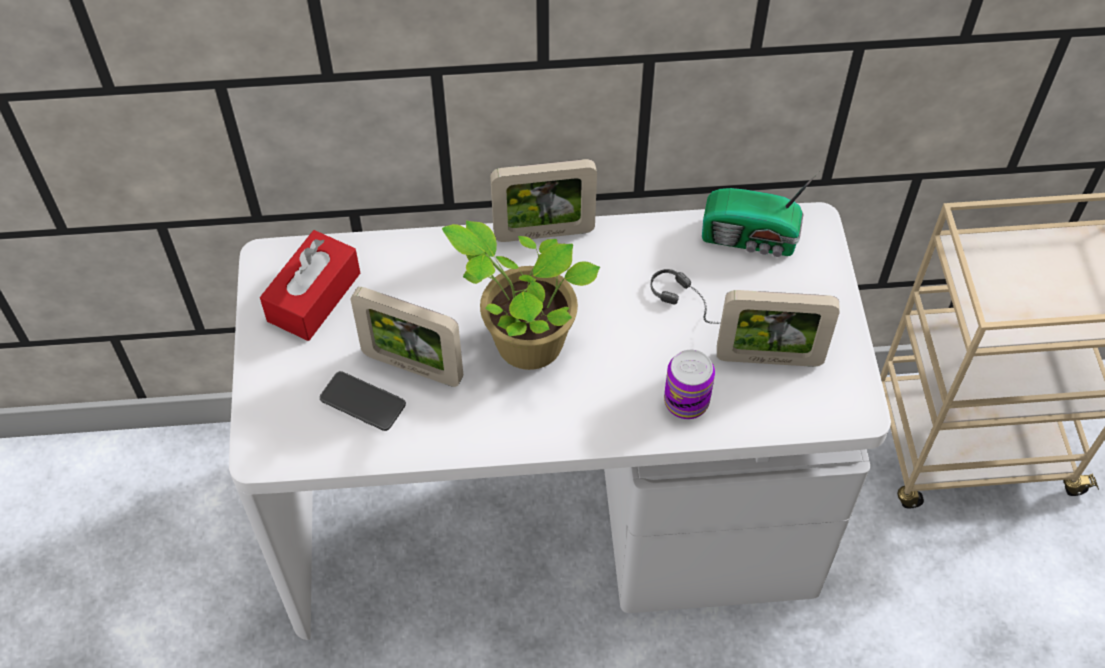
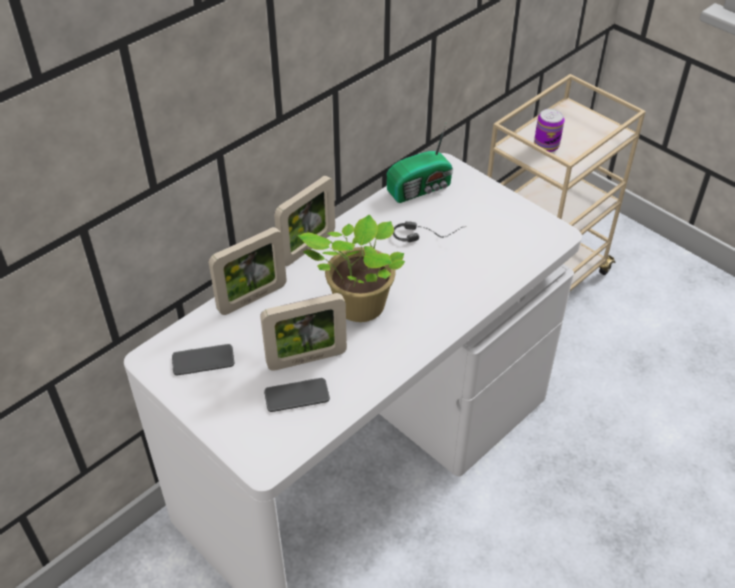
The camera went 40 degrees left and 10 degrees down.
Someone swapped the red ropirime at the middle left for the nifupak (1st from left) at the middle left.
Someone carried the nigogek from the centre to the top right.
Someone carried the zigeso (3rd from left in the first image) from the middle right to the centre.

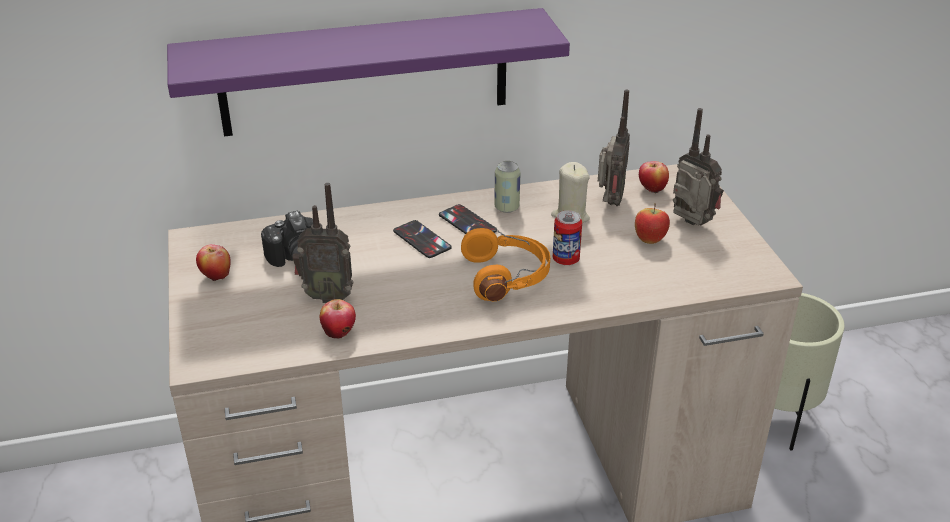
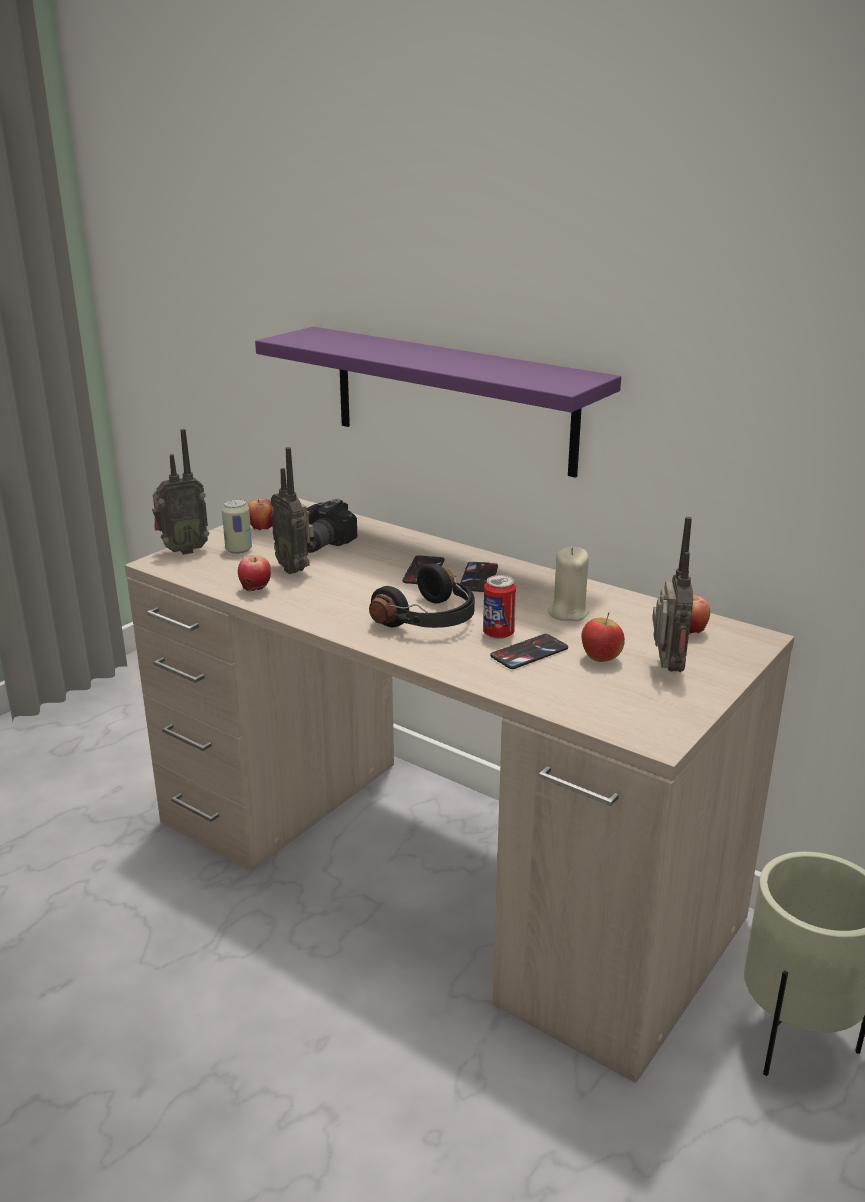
The camera went 50 degrees right and 10 degrees down.
Someone repainted the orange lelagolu at the centre, which became the black lelagolu at the centre.
Someone carried the nigogek (1st from left) from the centre to the middle left.
Someone carried the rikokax (2nd from left in the first image) from the top centre to the middle left.
Someone put down the nifupak (3rd from left) at the centre.

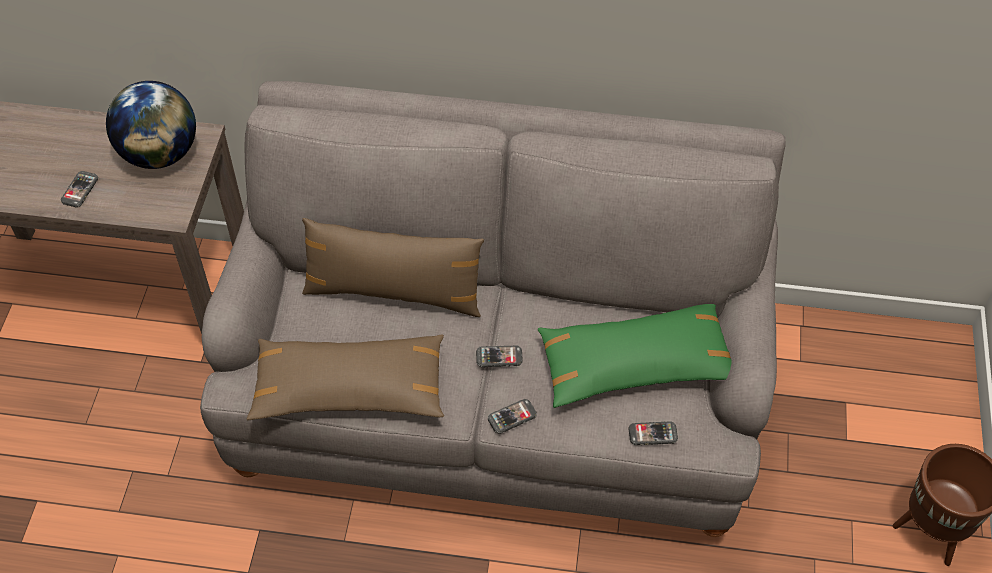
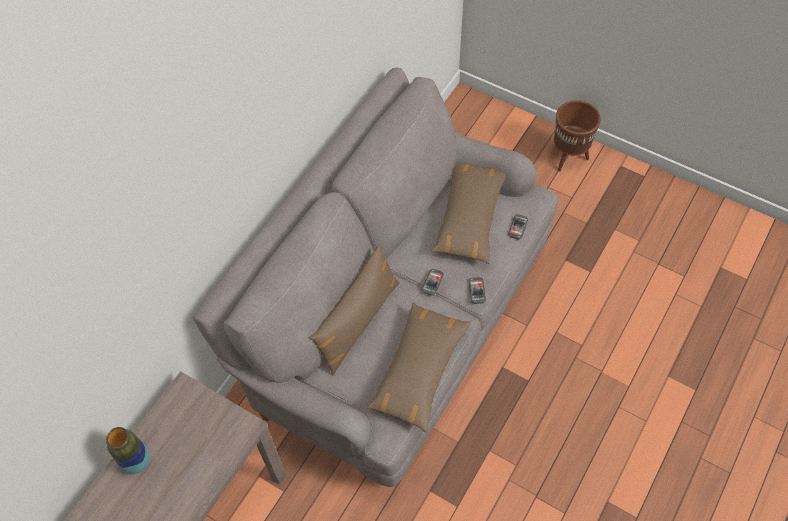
The camera went 65 degrees left and 5 degrees up.
Someone took away the nifupak (1st from left) at the top left.
Someone took away the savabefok at the top left.
Someone repainted the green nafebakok at the centre, which became the brown nafebakok (3rd from left) at the centre.
Someone put down the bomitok at the bottom left.

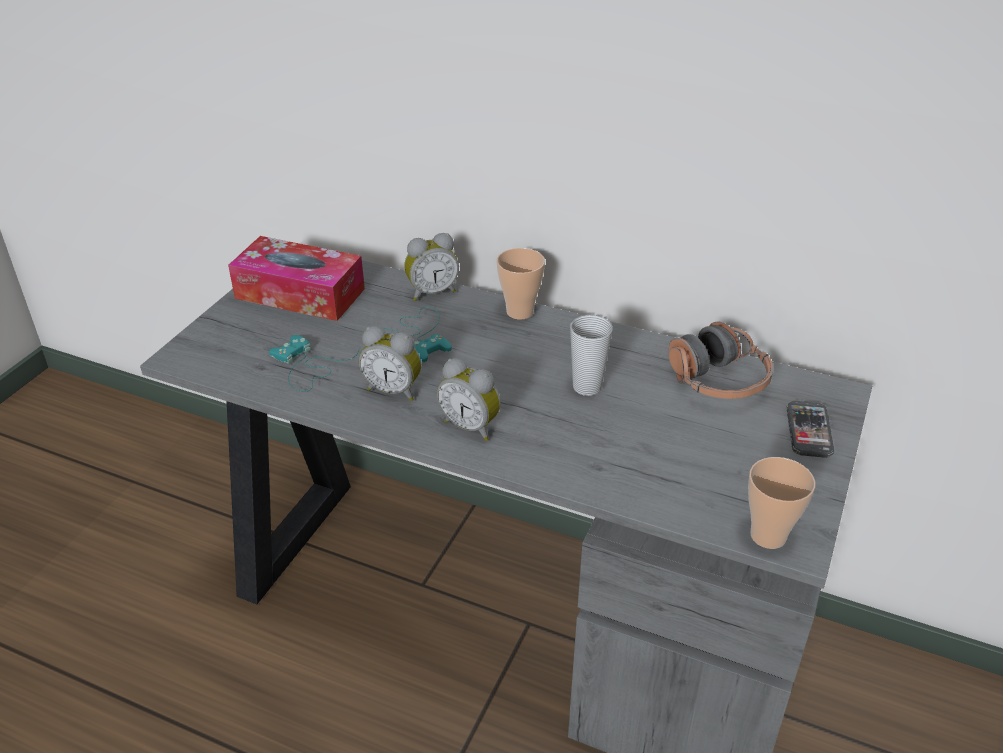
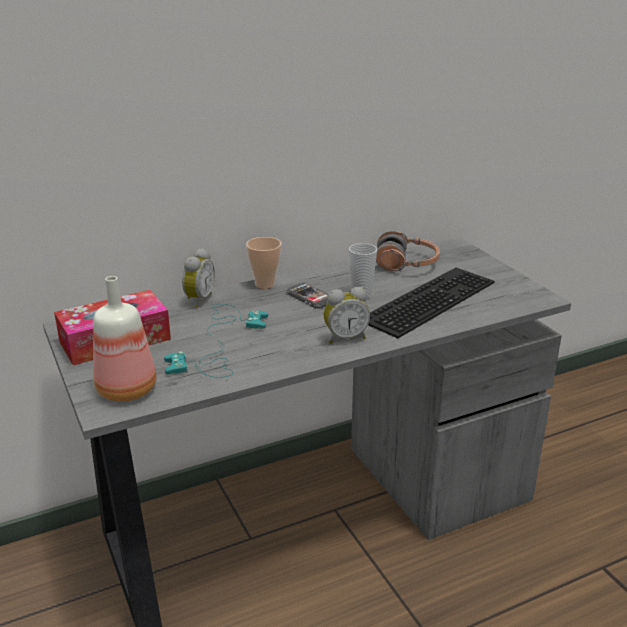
The camera went 50 degrees left and 10 degrees down.
Someone took away the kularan (1st from left) at the centre.
Someone took away the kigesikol (3rd from left) at the bottom right.
Someone carried the nifupak from the middle right to the centre.
Someone put down the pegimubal at the middle left.
Someone put down the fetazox at the middle right.

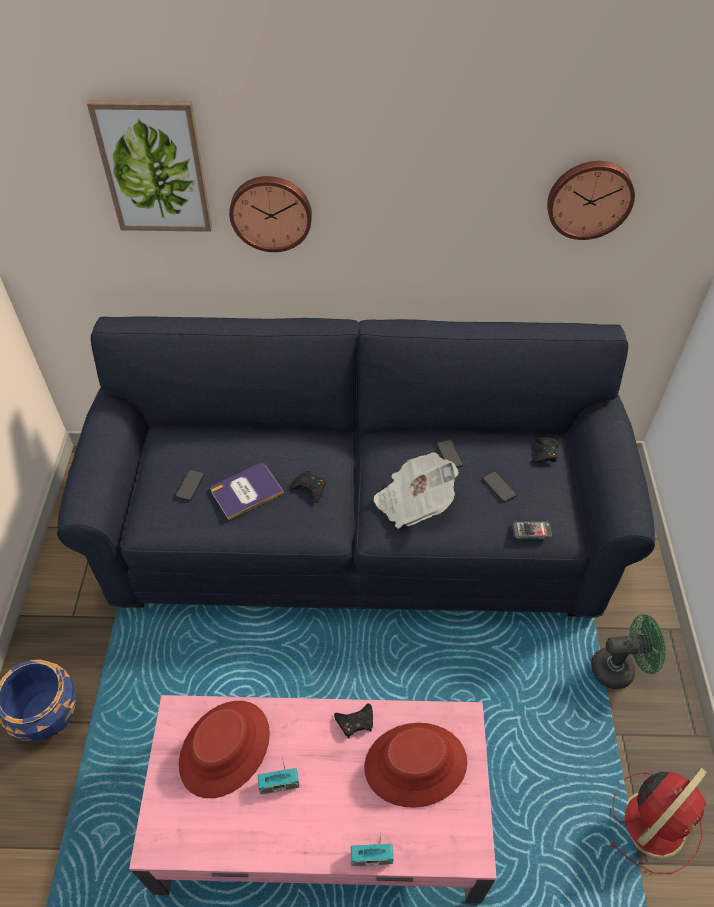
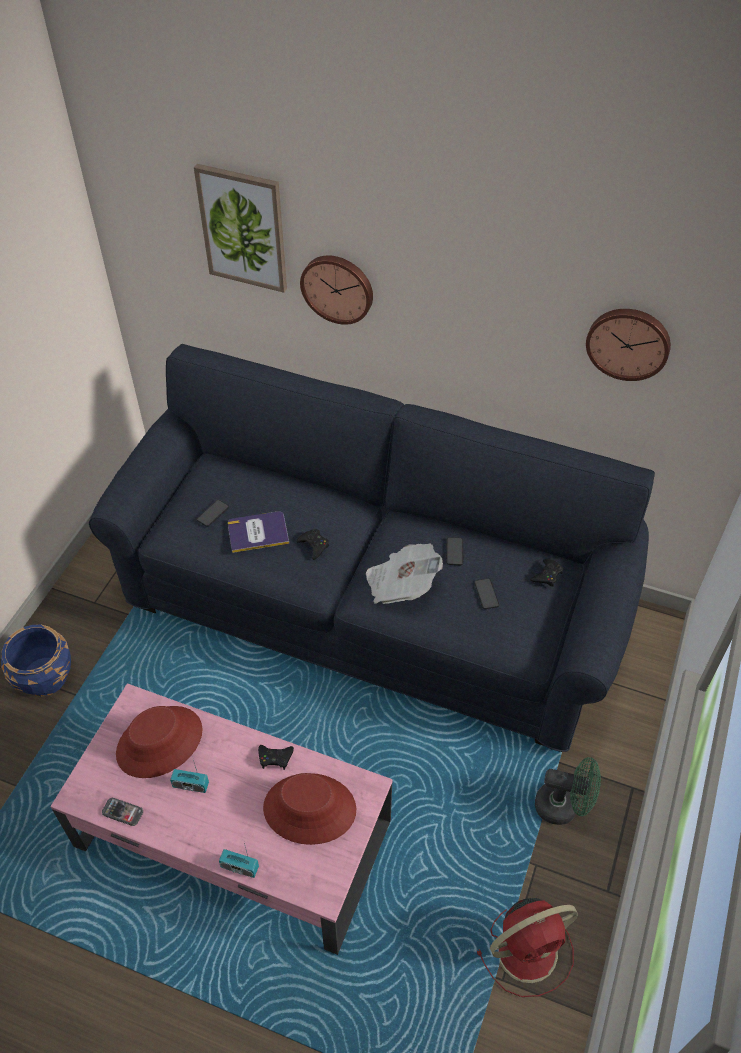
The camera went 20 degrees right and 0 degrees up.
Someone carried the nifupak (4th from left in the first image) from the middle right to the bottom left.

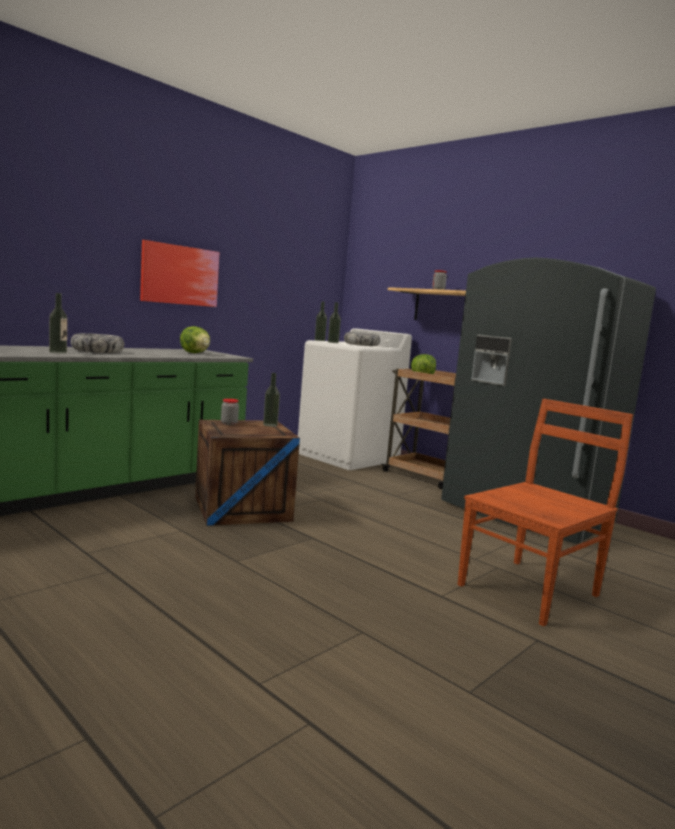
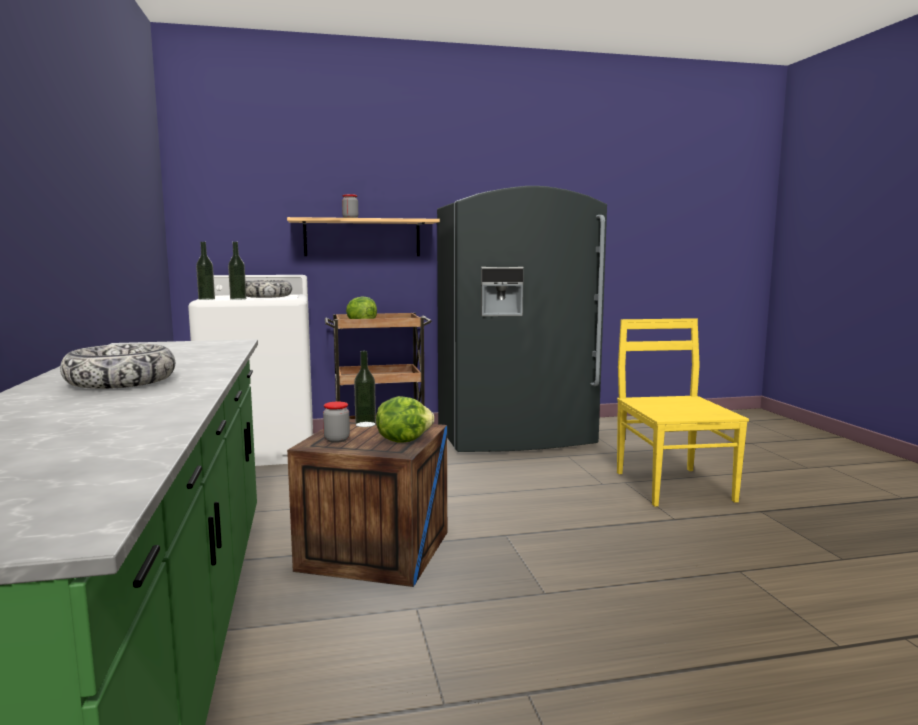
The camera went 55 degrees left and 0 degrees up.
Someone took away the pegimubal (1st from left) at the middle left.
Someone took away the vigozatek at the top left.
Someone carried the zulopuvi (1st from left in the first image) from the middle left to the centre.
Someone repainted the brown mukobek at the middle right, which became the yellow mukobek at the middle right.

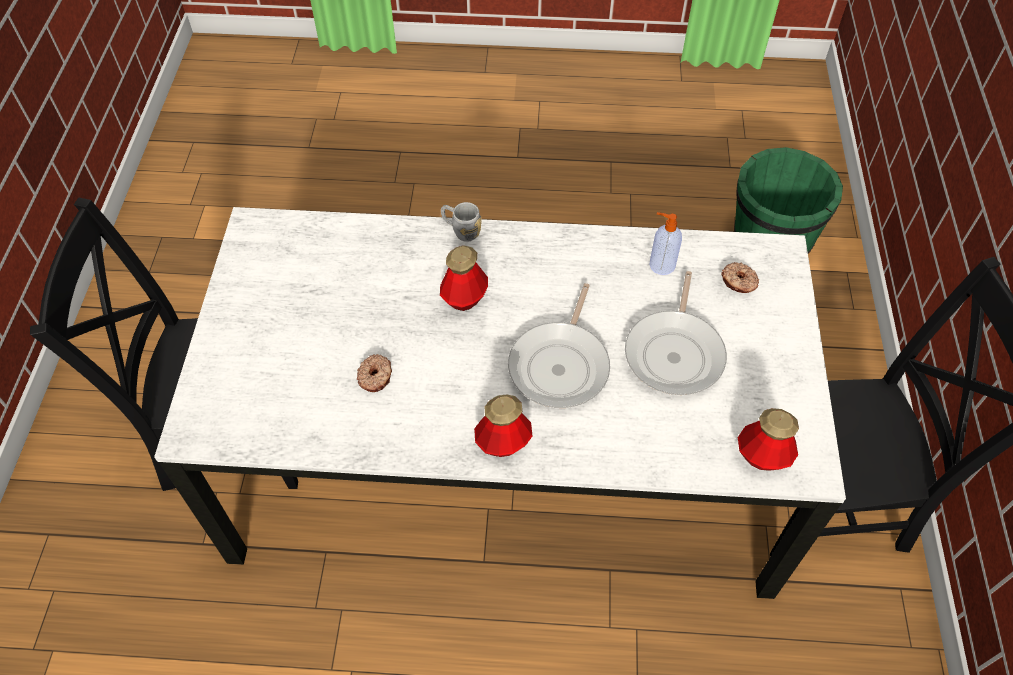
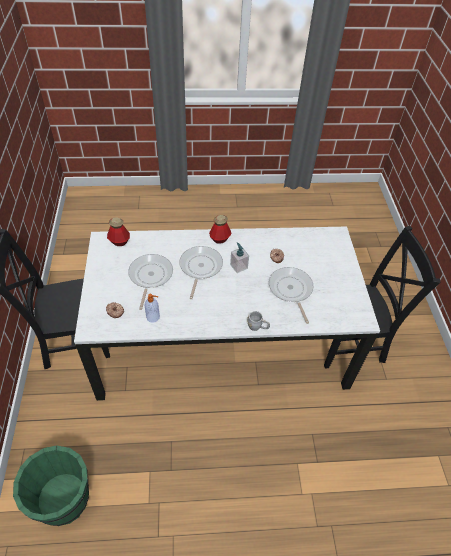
The camera went 170 degrees right and 5 degrees down.
Someone took away the pegimubal (1st from left) at the centre.
Someone put down the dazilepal (2nd from left) at the centre.
Someone put down the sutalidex (3rd from left) at the centre.

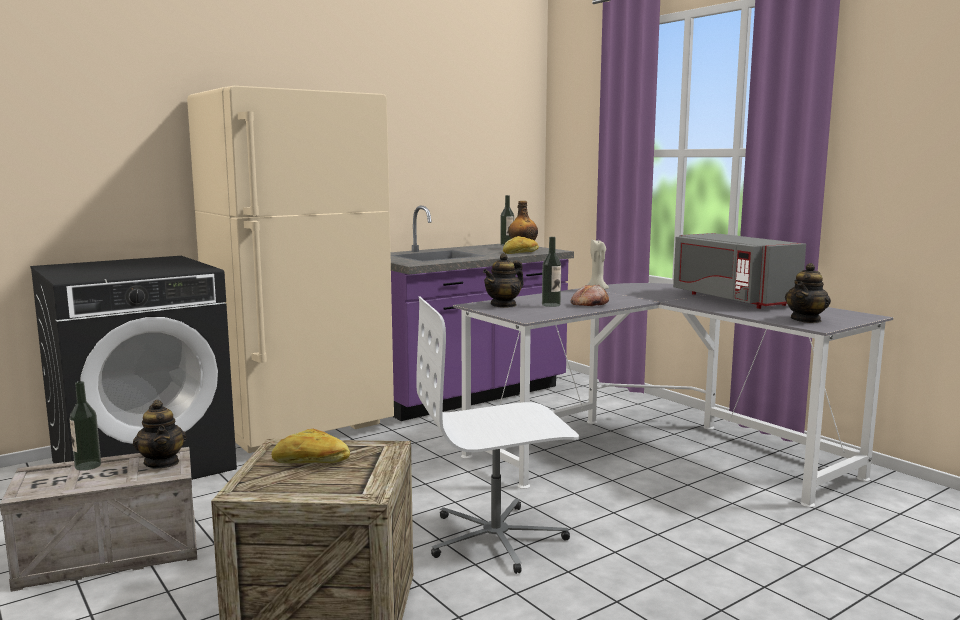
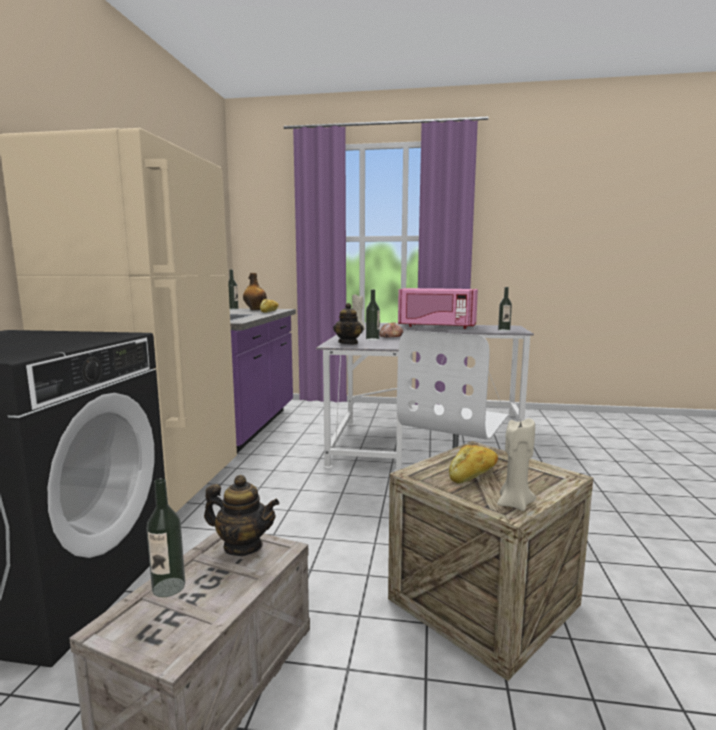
The camera went 45 degrees left and 0 degrees up.
Someone repainted the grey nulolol at the middle right, which became the pink nulolol at the centre.
Someone swapped the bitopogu (3rd from left) at the middle right for the pegimubal (5th from left) at the middle right.
Someone put down the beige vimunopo (2nd from left) at the middle right.

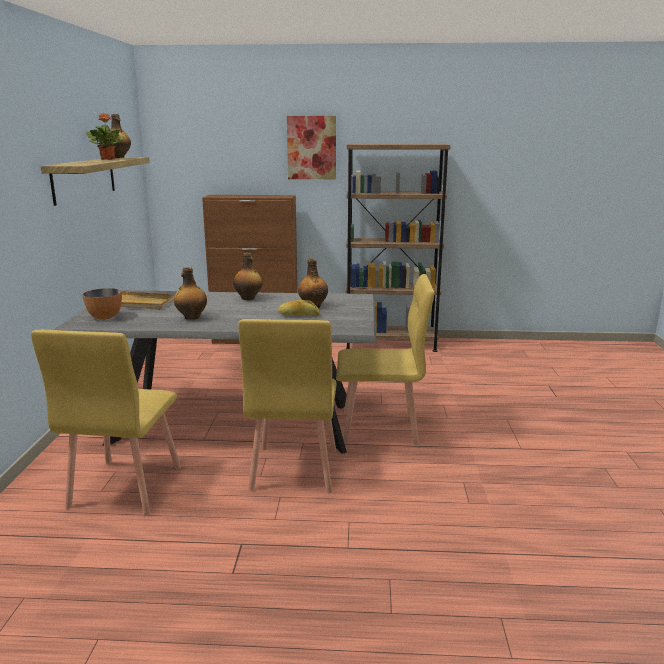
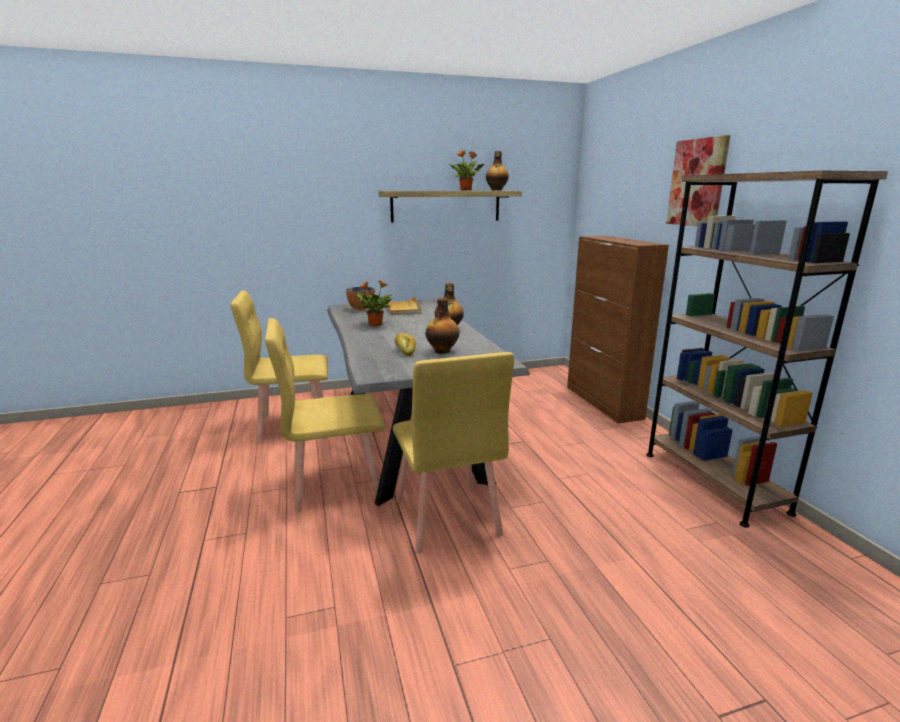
The camera went 70 degrees right and 0 degrees up.
Someone swapped the pegimubal (2nd from left) at the middle left for the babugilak (1st from left) at the centre.

